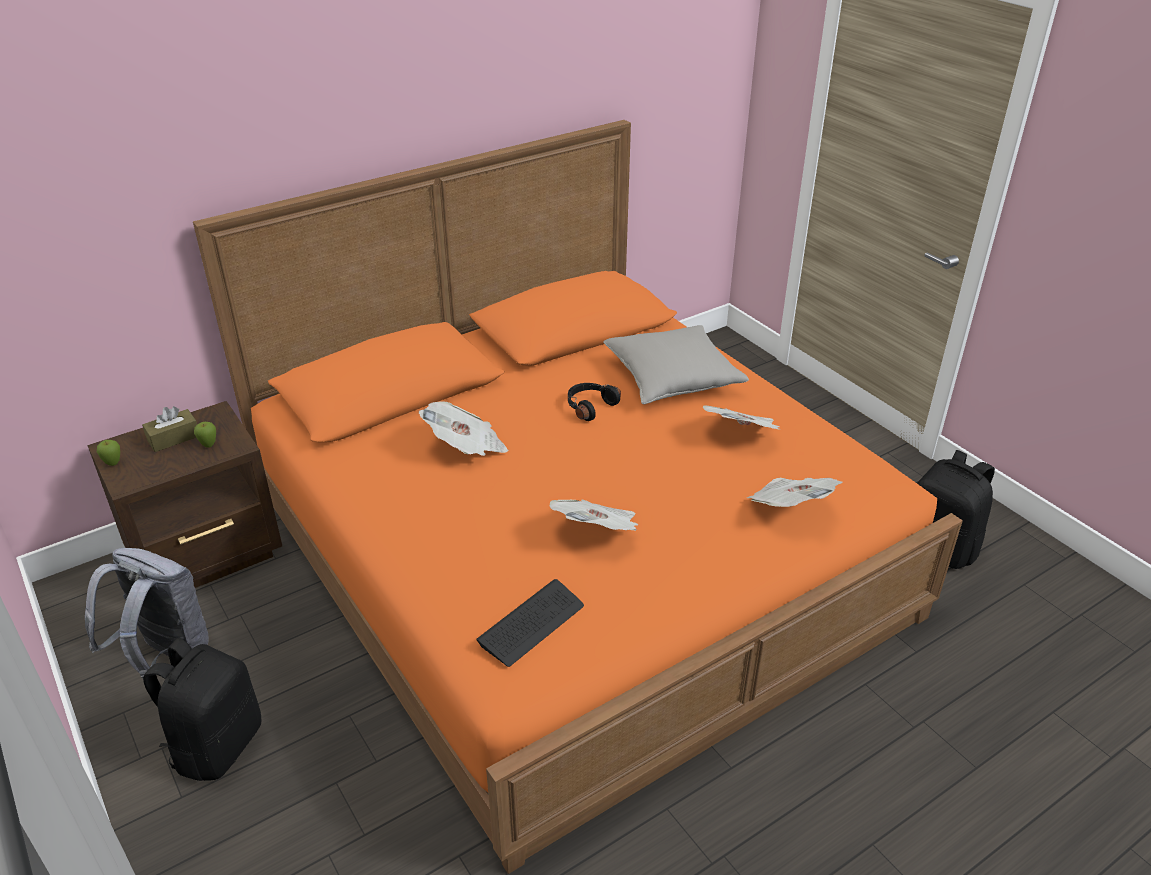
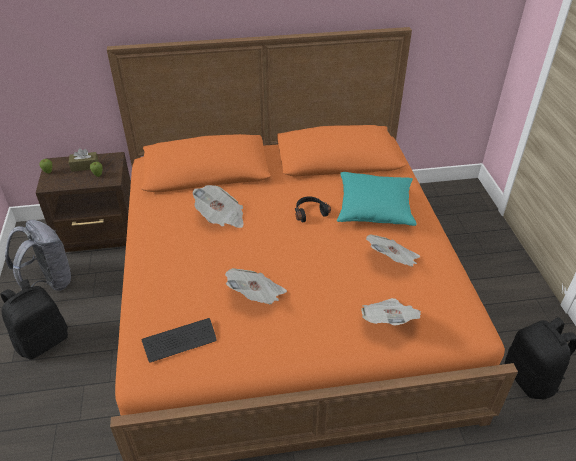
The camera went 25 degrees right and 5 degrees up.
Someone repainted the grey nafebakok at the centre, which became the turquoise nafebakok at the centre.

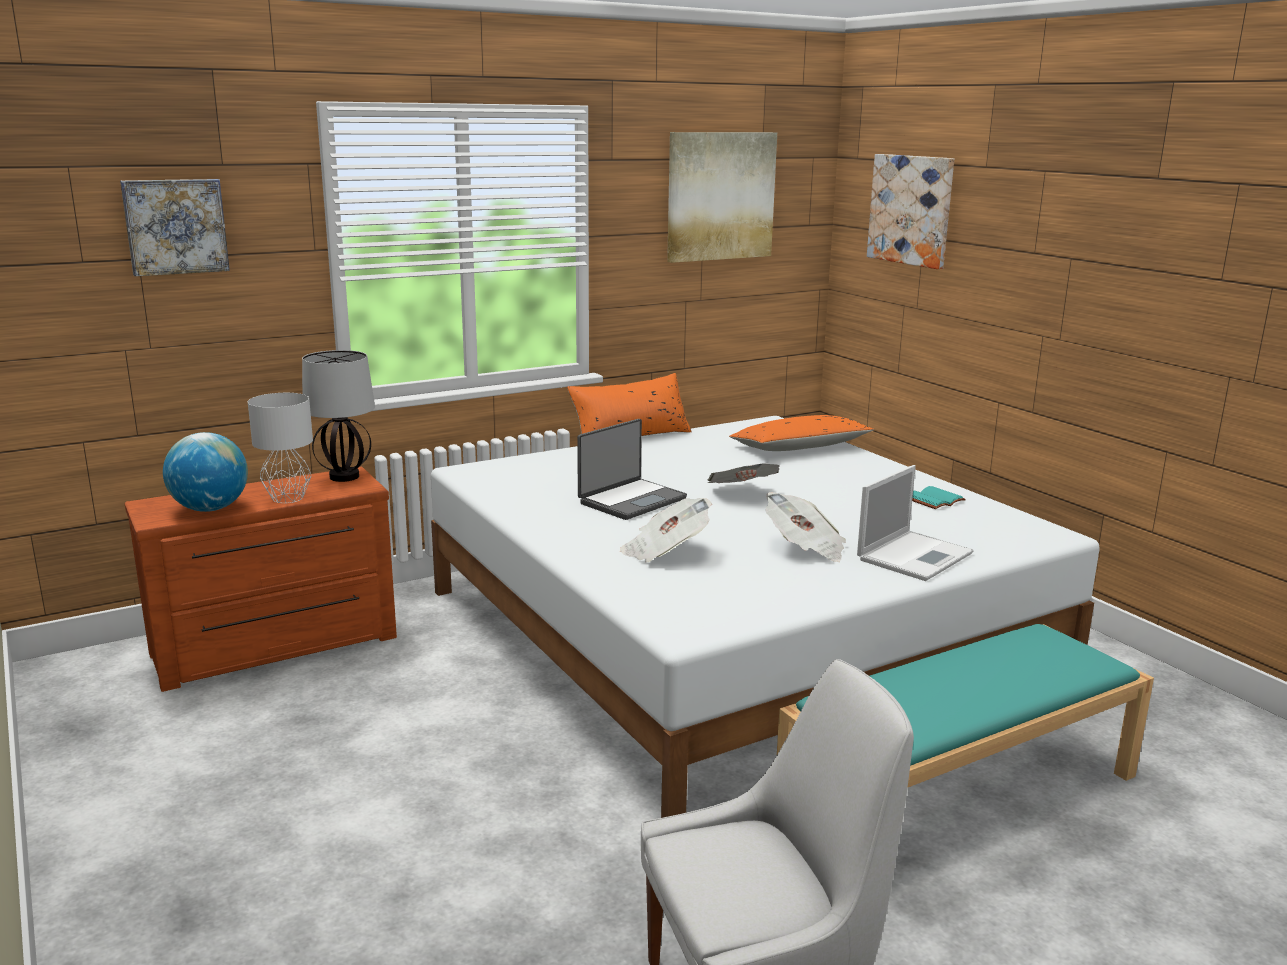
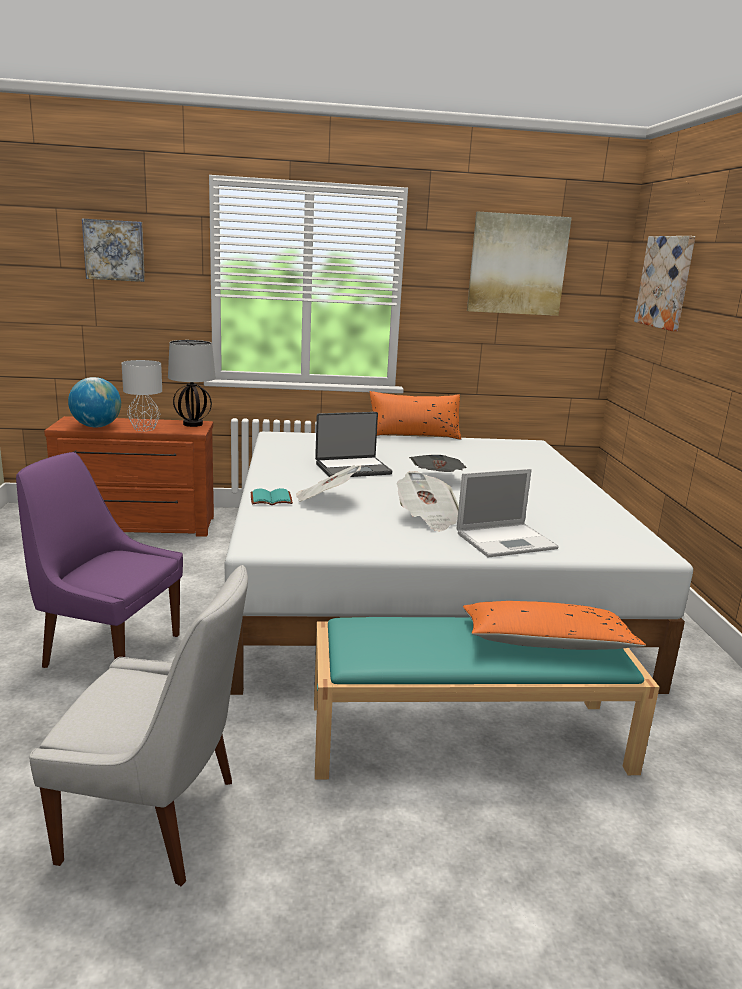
The camera went 25 degrees right and 0 degrees up.
Someone carried the orange nafebakok (2nd from left) from the centre to the middle right.
Someone carried the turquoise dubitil from the middle right to the centre.
Someone put down the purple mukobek at the middle left.

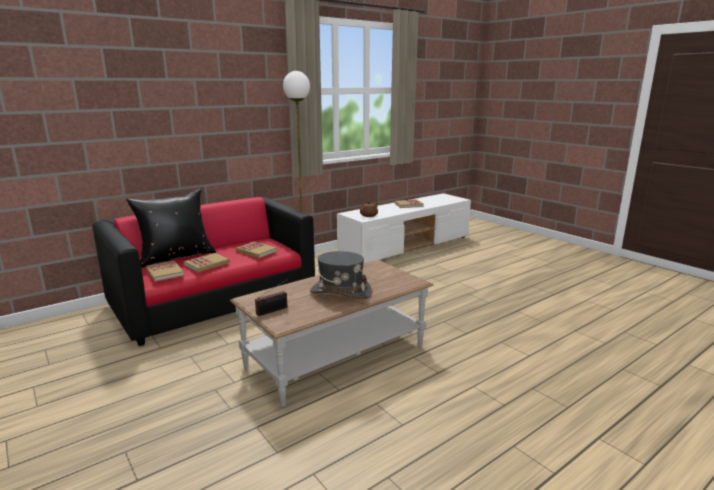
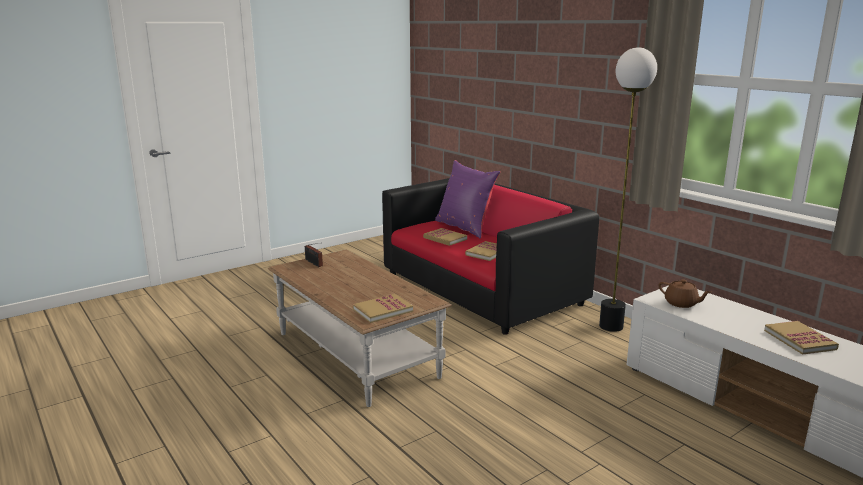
The camera went 90 degrees right and 0 degrees up.
Someone repainted the black nafebakok at the middle left, which became the purple nafebakok at the centre.
Someone carried the dubitil (1st from left) from the middle left to the centre.
Someone took away the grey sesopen at the centre.

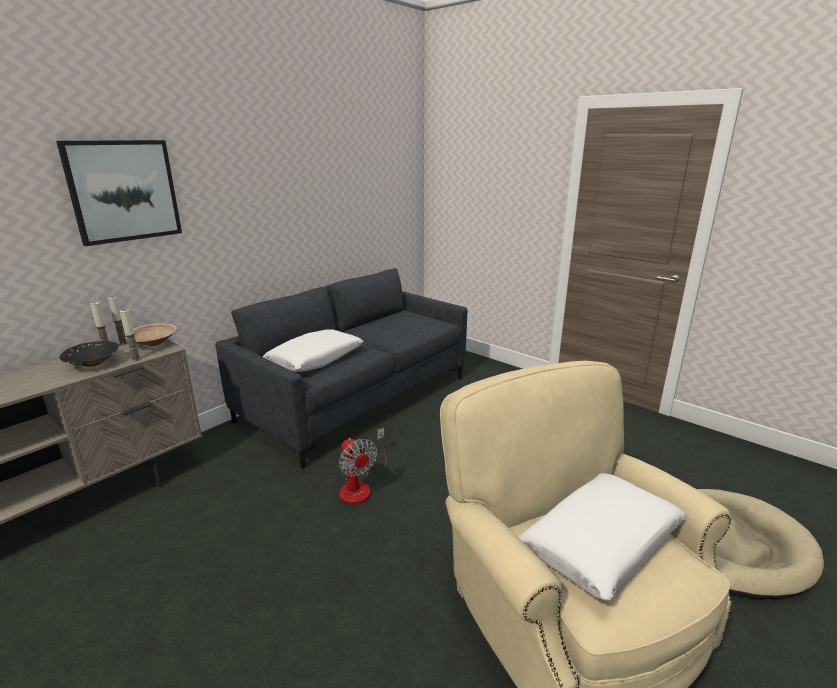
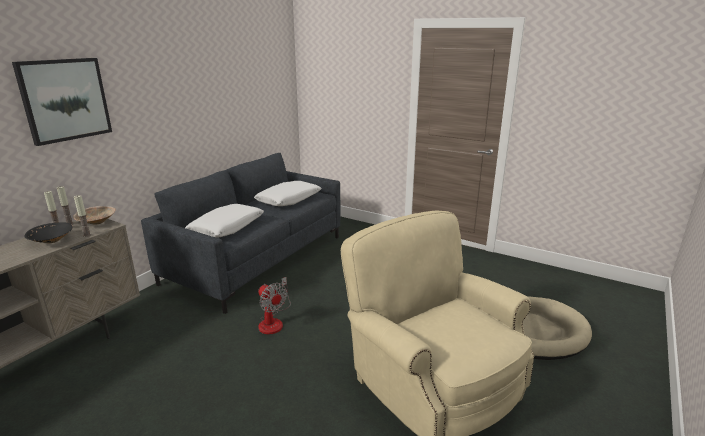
The camera went 10 degrees left and 0 degrees up.
Someone carried the white nafebakok (2nd from left) from the bottom right to the centre.

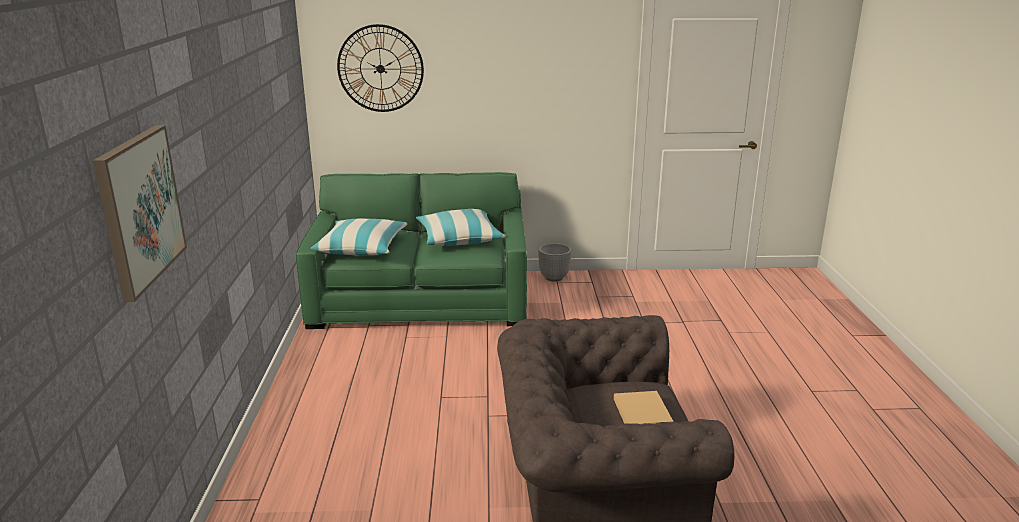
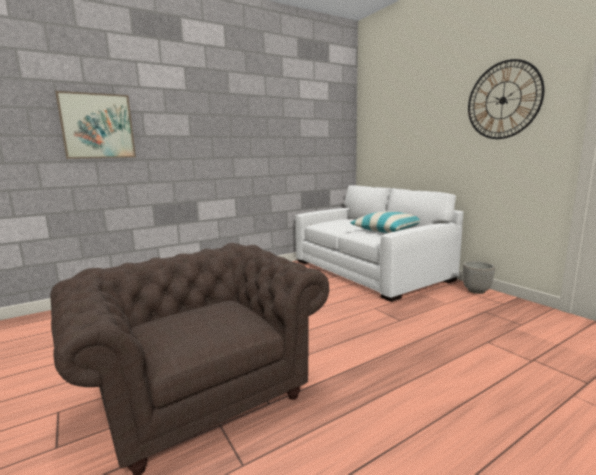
The camera went 60 degrees right and 10 degrees down.
Someone repainted the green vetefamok at the centre, which became the white vetefamok at the centre.
Someone took away the nafebakok (1st from left) at the centre.
Someone carried the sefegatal from the top centre to the top right.
Someone took away the beige dubitil at the bottom centre.

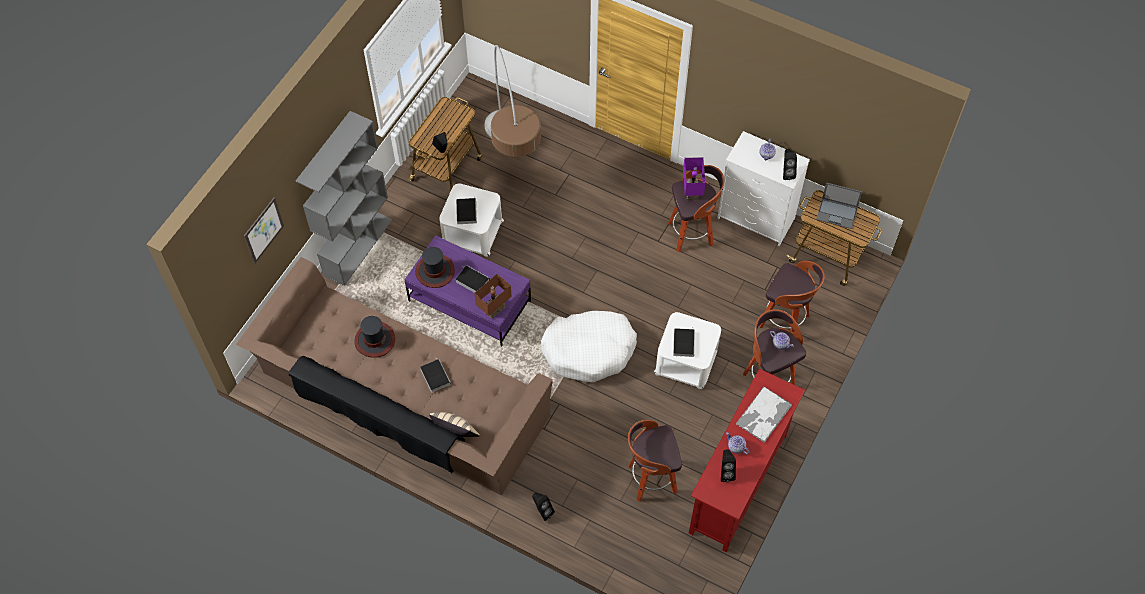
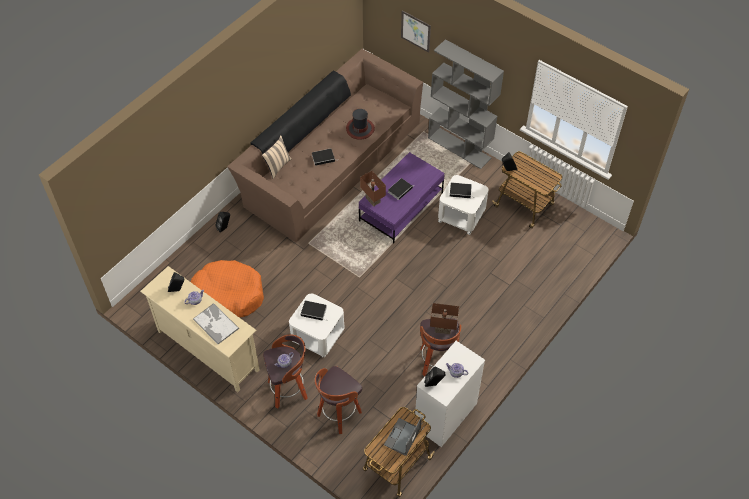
The camera went 100 degrees right and 5 degrees down.
Someone took away the sesopen (2nd from left) at the centre.
Someone took away the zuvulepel at the top centre.
Someone took away the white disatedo at the centre.
Someone swapped the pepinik (1st from left) at the bottom centre for the orange disatedo at the middle left.
Someone repainted the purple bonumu at the top centre, which became the brown bonumu (2nd from left) at the centre.
Someone repainted the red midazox at the bottom centre, which became the beige midazox at the middle left.

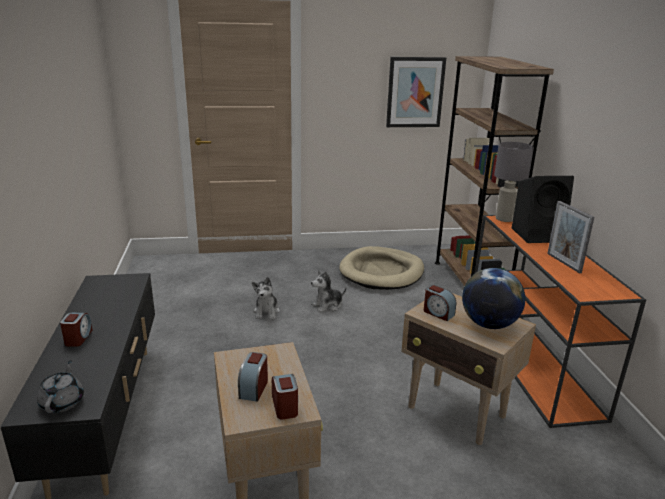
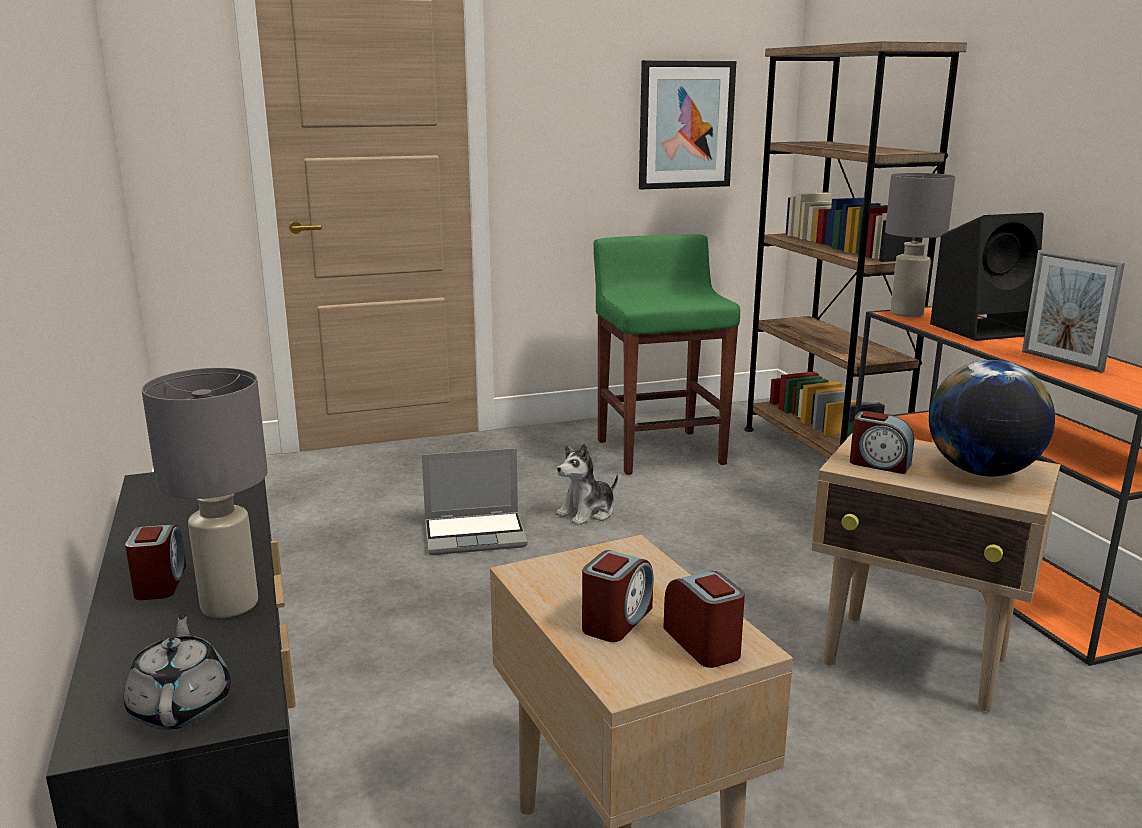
The camera went 10 degrees left and 5 degrees down.
Someone rotated the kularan (2nd from left) at the bottom centre by 150 degrees counterclockwise.
Someone swapped the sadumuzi (1st from left) at the centre for the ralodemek at the centre.
Someone swapped the beige disatedo at the centre for the green pepinik at the centre.
Someone put down the grey bonumu (1st from left) at the middle left.

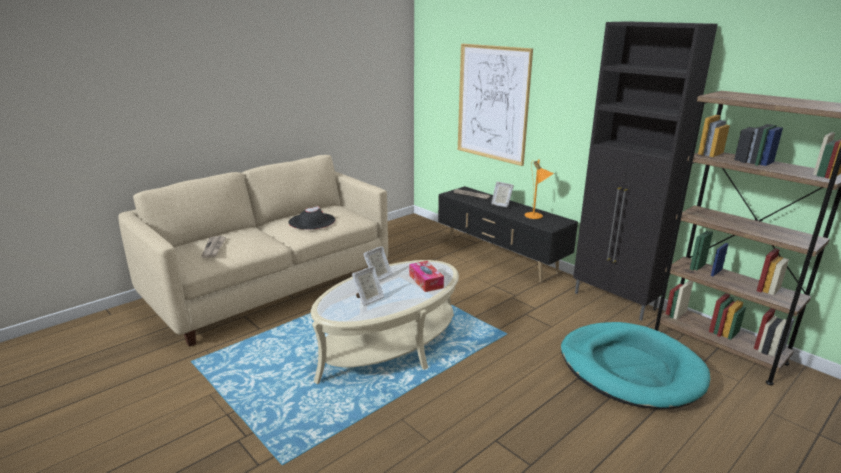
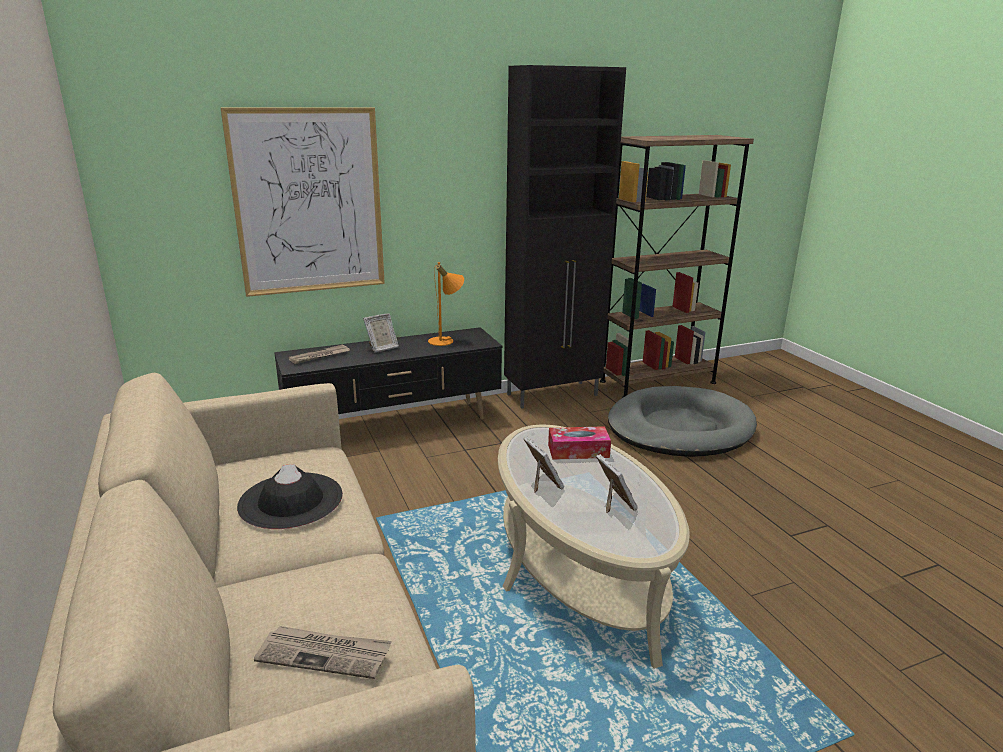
The camera went 70 degrees left and 0 degrees up.
Someone repainted the turquoise disatedo at the bottom right, which became the grey disatedo at the middle right.

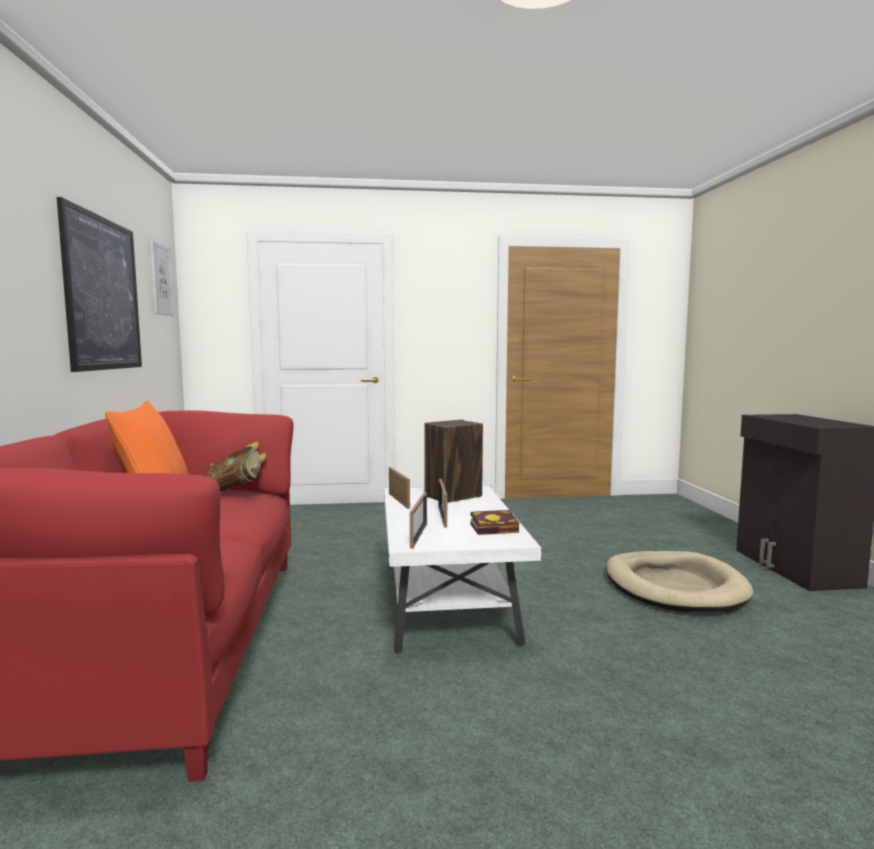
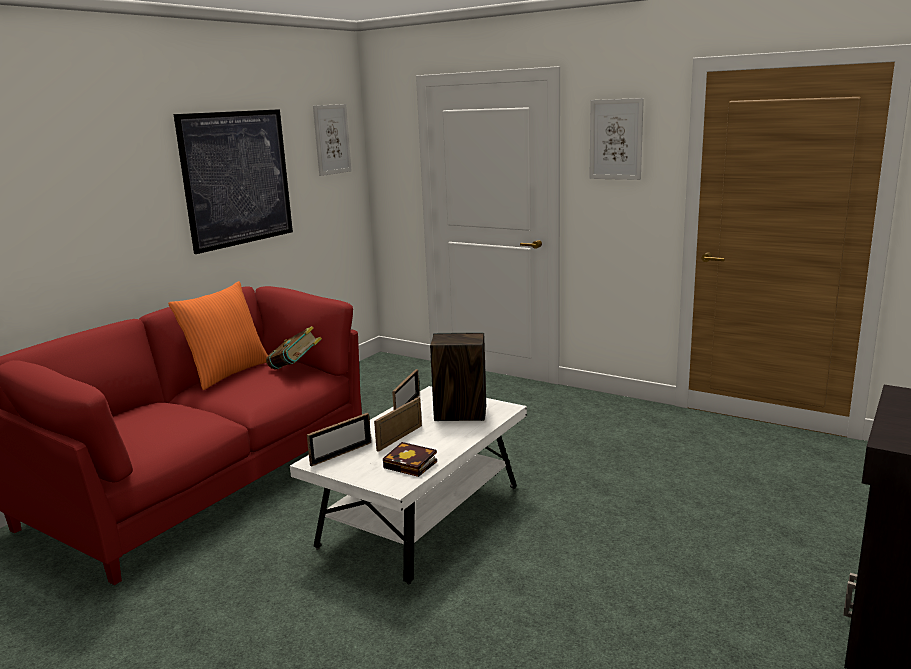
The camera went 40 degrees right and 10 degrees up.
Someone took away the beige disatedo at the bottom right.
Someone put up the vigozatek (3rd from left) at the top right.

